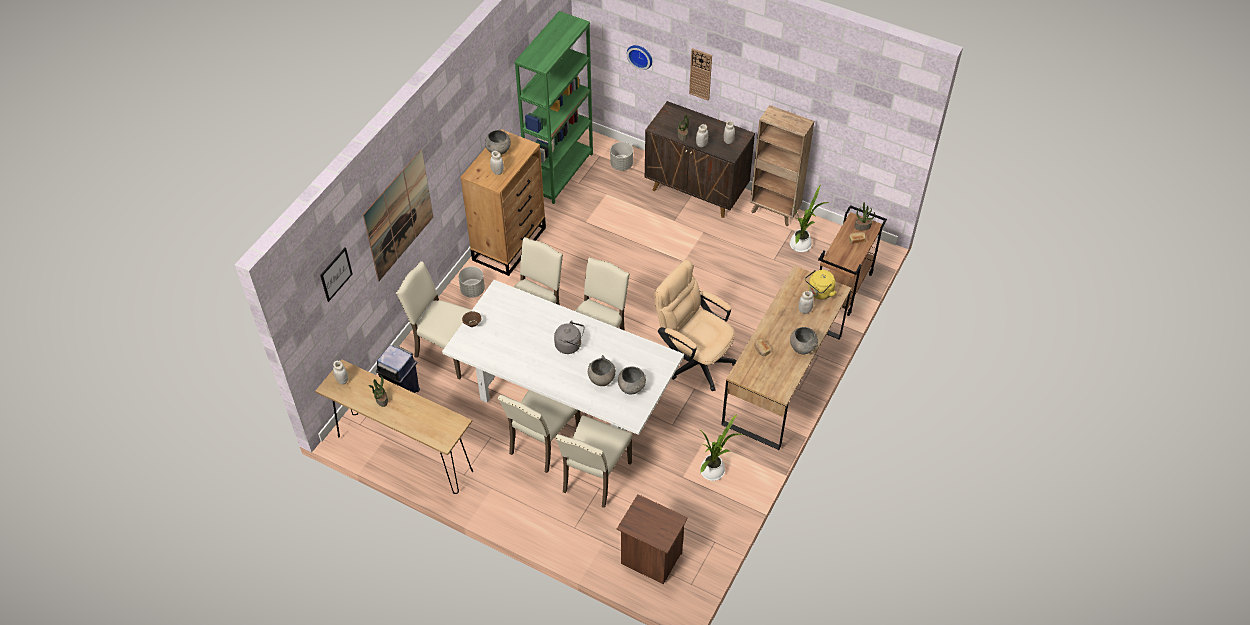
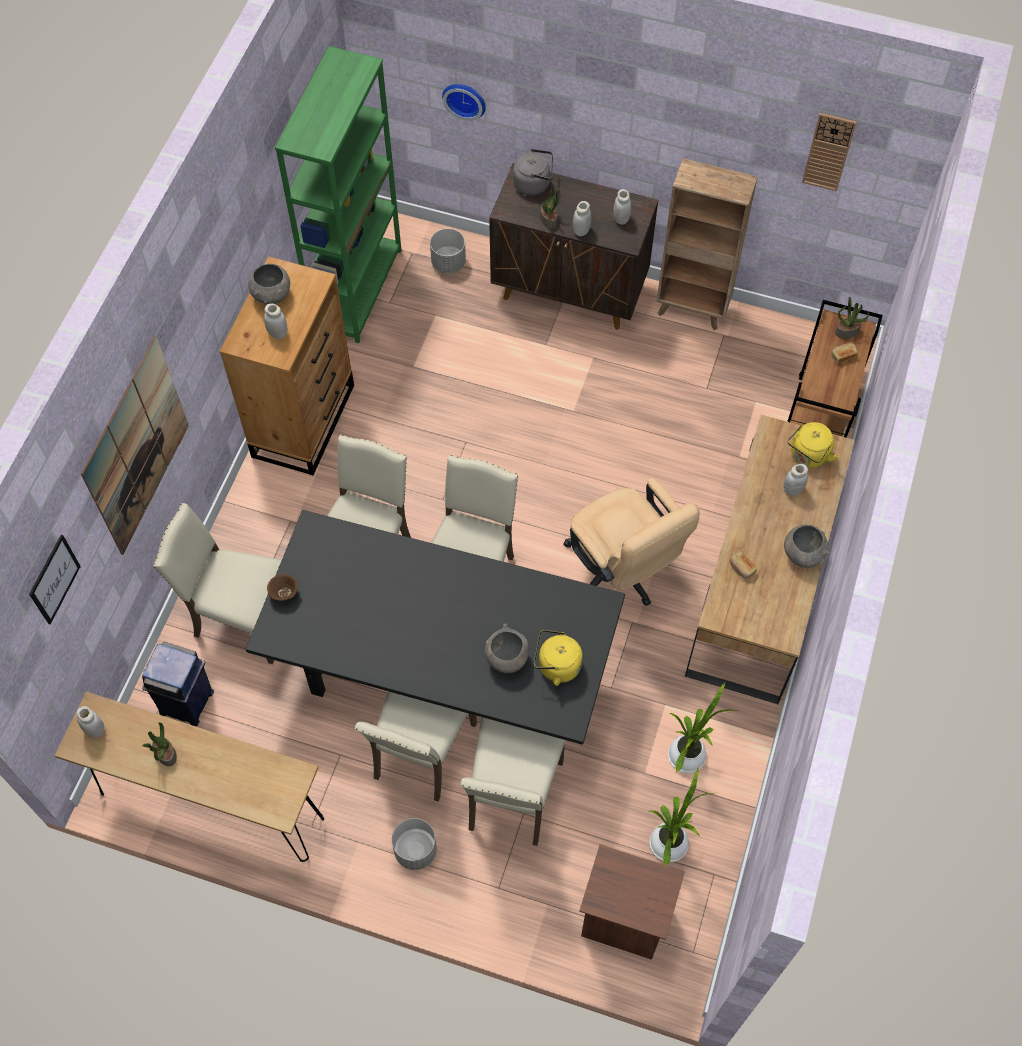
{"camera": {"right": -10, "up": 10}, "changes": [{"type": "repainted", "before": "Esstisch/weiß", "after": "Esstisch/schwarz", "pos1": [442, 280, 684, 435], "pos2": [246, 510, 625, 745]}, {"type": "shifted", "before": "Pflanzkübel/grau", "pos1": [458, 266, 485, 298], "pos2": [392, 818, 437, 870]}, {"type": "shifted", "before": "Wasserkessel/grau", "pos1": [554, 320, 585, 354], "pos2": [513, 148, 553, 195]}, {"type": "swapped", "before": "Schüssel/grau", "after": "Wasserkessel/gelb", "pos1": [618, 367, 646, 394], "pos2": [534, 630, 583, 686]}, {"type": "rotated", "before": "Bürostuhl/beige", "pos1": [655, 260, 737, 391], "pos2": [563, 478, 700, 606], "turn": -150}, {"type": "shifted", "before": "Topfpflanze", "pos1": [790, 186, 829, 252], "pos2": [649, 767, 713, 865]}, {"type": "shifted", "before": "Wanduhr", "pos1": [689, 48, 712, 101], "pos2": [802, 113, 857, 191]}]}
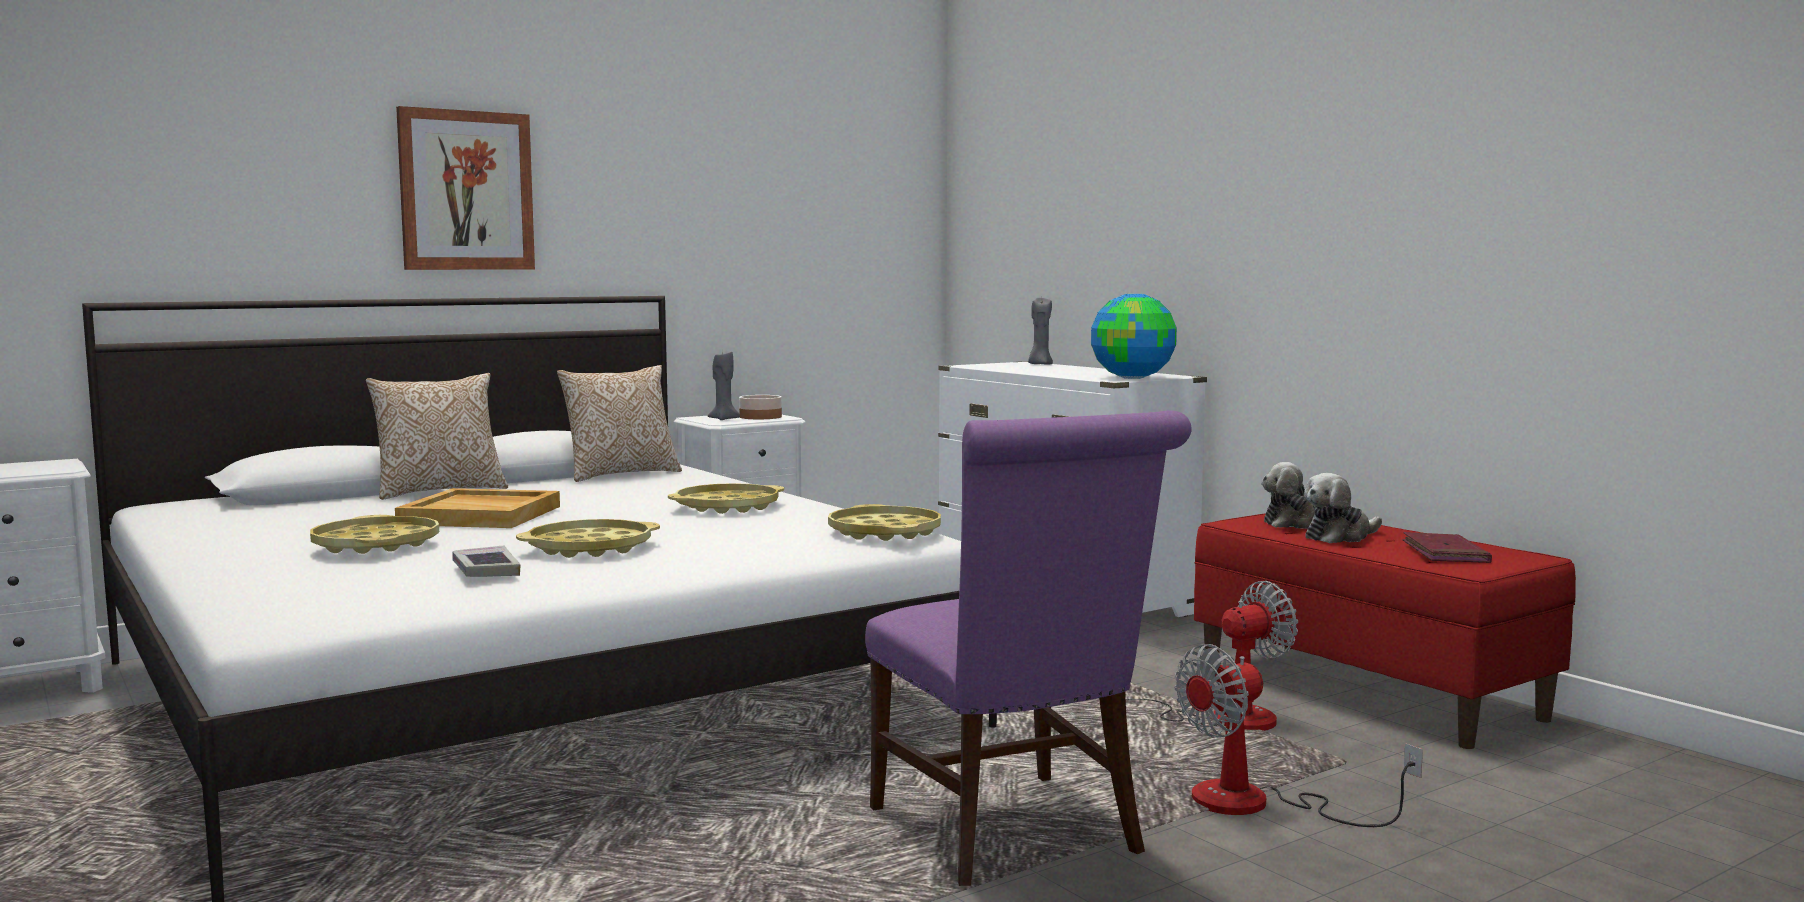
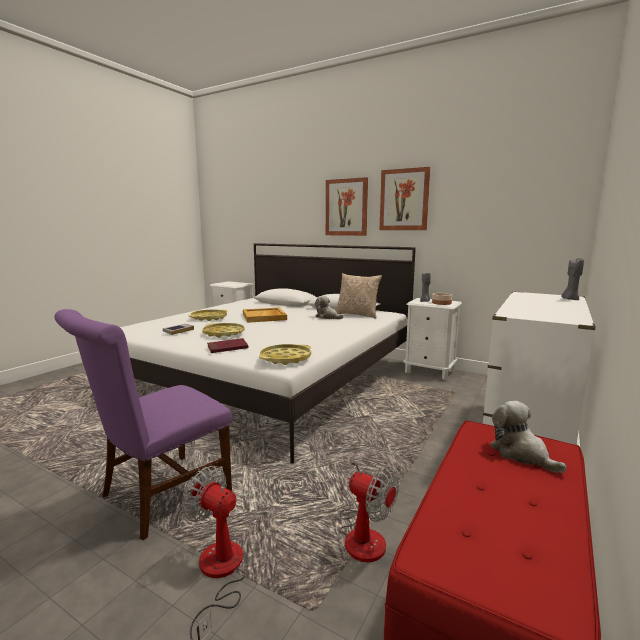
{"camera": {"right": 65, "up": 5}, "changes": [{"type": "shifted", "before": "Buch/rot", "pos1": [1403, 532, 1492, 563], "pos2": [207, 338, 249, 353]}, {"type": "shifted", "before": "Plüschtier", "pos1": [1304, 473, 1382, 543], "pos2": [315, 296, 344, 319]}, {"type": "new", "after": "Bild", "pos2": [380, 167, 430, 230]}, {"type": "gone", "before": "Kissen", "pos1": [366, 373, 508, 500]}, {"type": "gone", "before": "Tablett/gelb", "pos1": [668, 483, 784, 514]}, {"type": "gone", "before": "Globus", "pos1": [1091, 294, 1177, 379]}]}
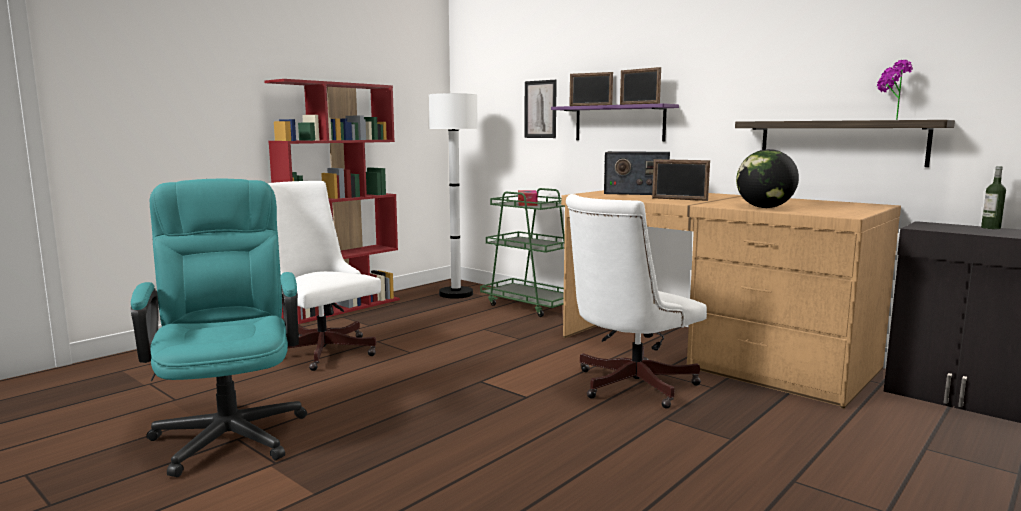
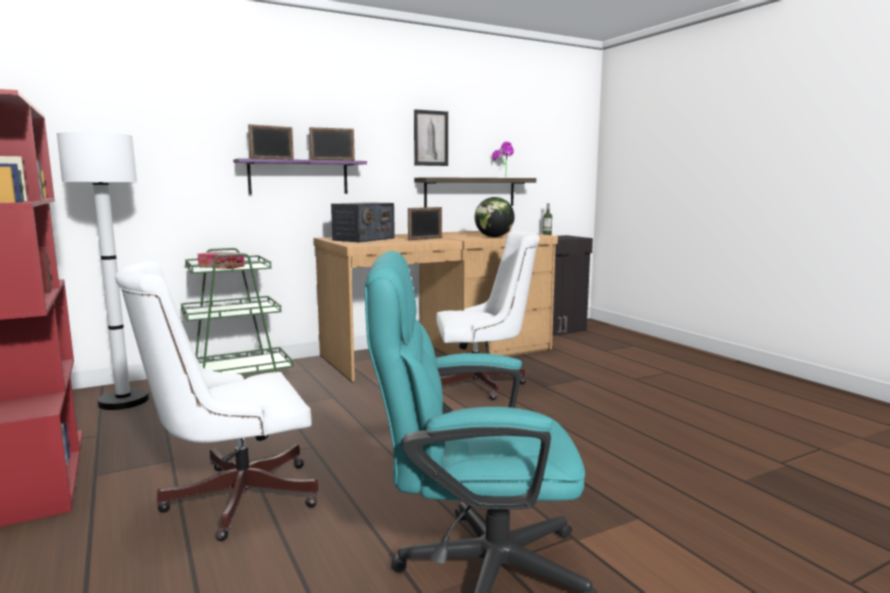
{"camera": {"right": -70, "up": 0}, "changes": [{"type": "shifted", "before": "Bild", "pos1": [524, 80, 557, 138], "pos2": [414, 109, 448, 166]}, {"type": "rotated", "before": "Bürostuhl/weiß", "pos1": [566, 194, 707, 409], "pos2": [436, 231, 540, 400], "turn": -75}]}
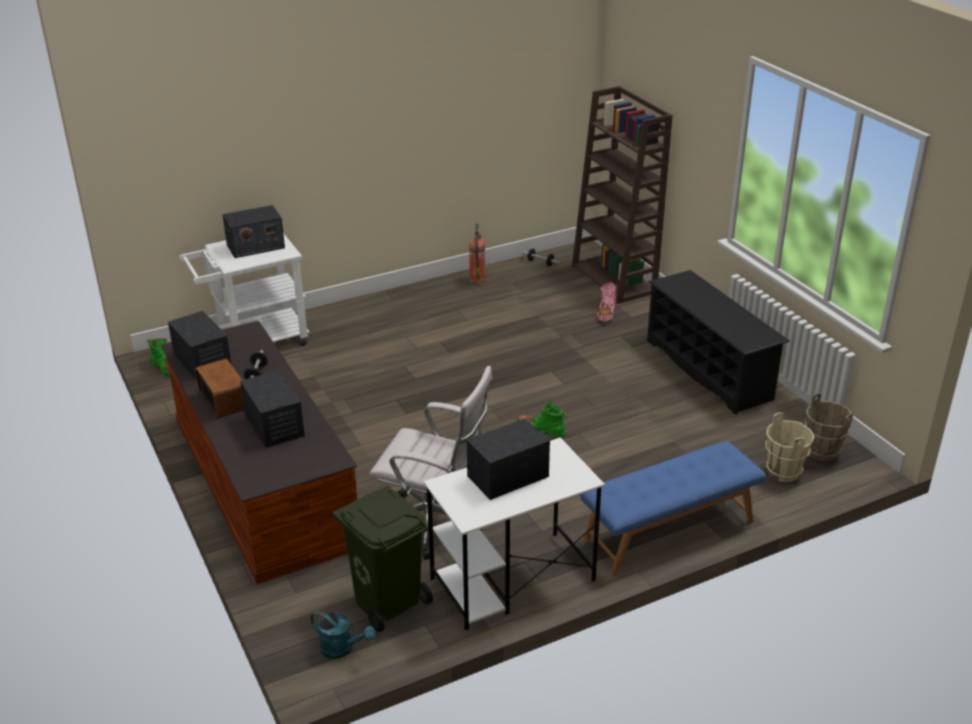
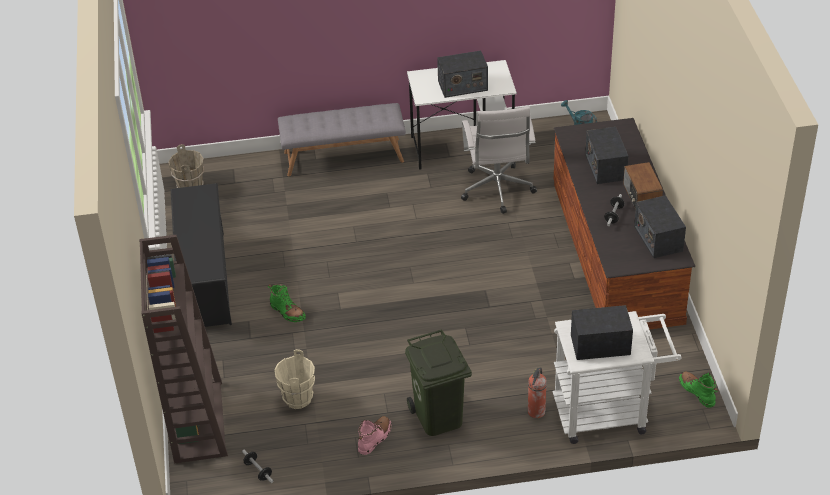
{"camera": {"right": -160, "up": 10}, "changes": [{"type": "shifted", "before": "Stiefel/grün", "pos1": [515, 401, 568, 438], "pos2": [267, 284, 306, 322]}, {"type": "shifted", "before": "Eimer/beige", "pos1": [766, 412, 814, 482], "pos2": [274, 349, 315, 409]}, {"type": "repainted", "before": "Bank/blau", "after": "Bank/grau", "pos1": [580, 441, 766, 575], "pos2": [278, 103, 406, 176]}, {"type": "shifted", "before": "Stiefel/rosa", "pos1": [596, 282, 617, 321], "pos2": [358, 416, 391, 455]}, {"type": "shifted", "before": "Mülleimer/grün", "pos1": [332, 486, 433, 632], "pos2": [405, 329, 472, 436]}, {"type": "rotated", "before": "Bürostuhl/weiß", "pos1": [369, 366, 492, 560], "pos2": [461, 107, 537, 214], "turn": -135}, {"type": "shifted", "before": "Feuerlöscher", "pos1": [469, 223, 485, 284], "pos2": [528, 367, 547, 418]}]}
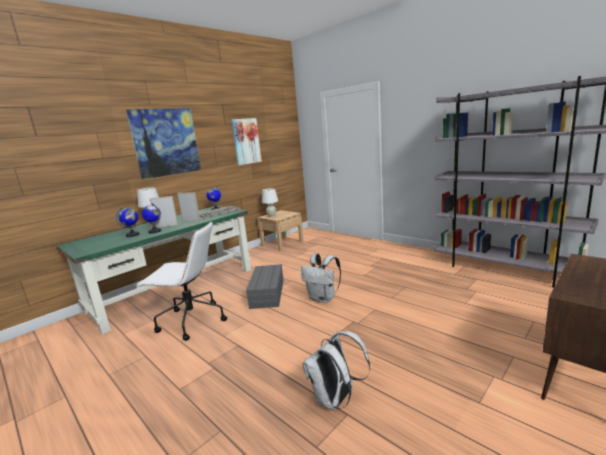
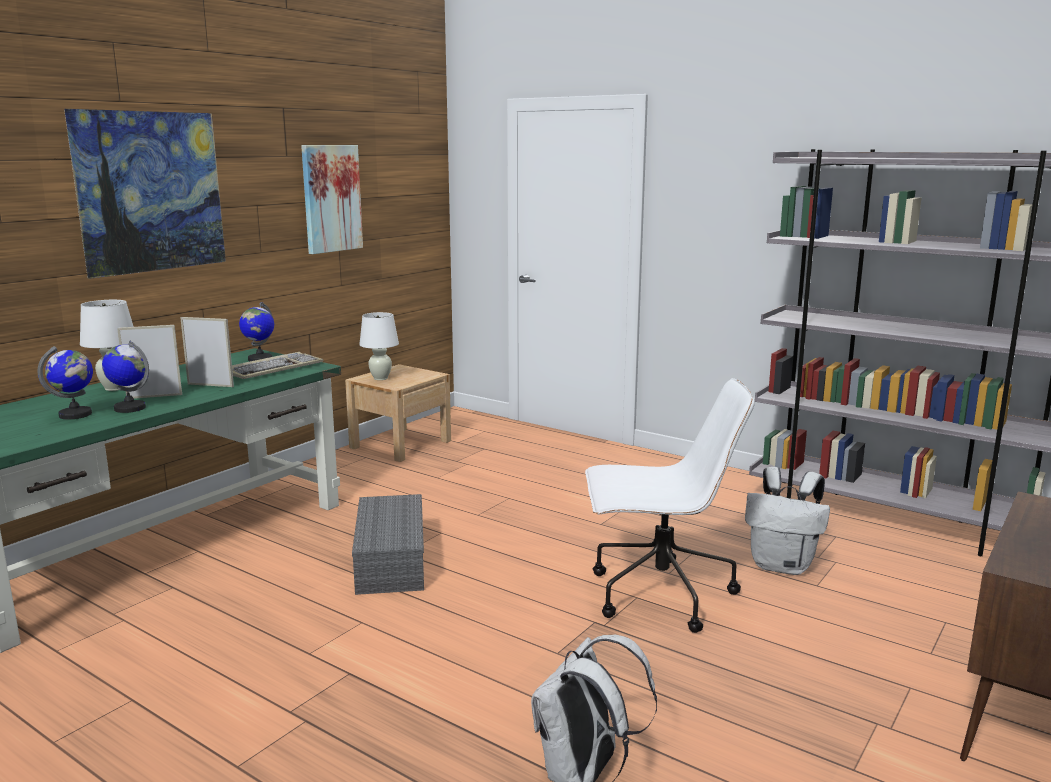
{"camera": {"right": -10, "up": 0}, "changes": [{"type": "shifted", "before": "Bürostuhl/weiß", "pos1": [136, 222, 227, 341], "pos2": [585, 378, 755, 633]}, {"type": "shifted", "before": "Rucksack/weiß", "pos1": [301, 253, 341, 303], "pos2": [745, 467, 830, 575]}]}
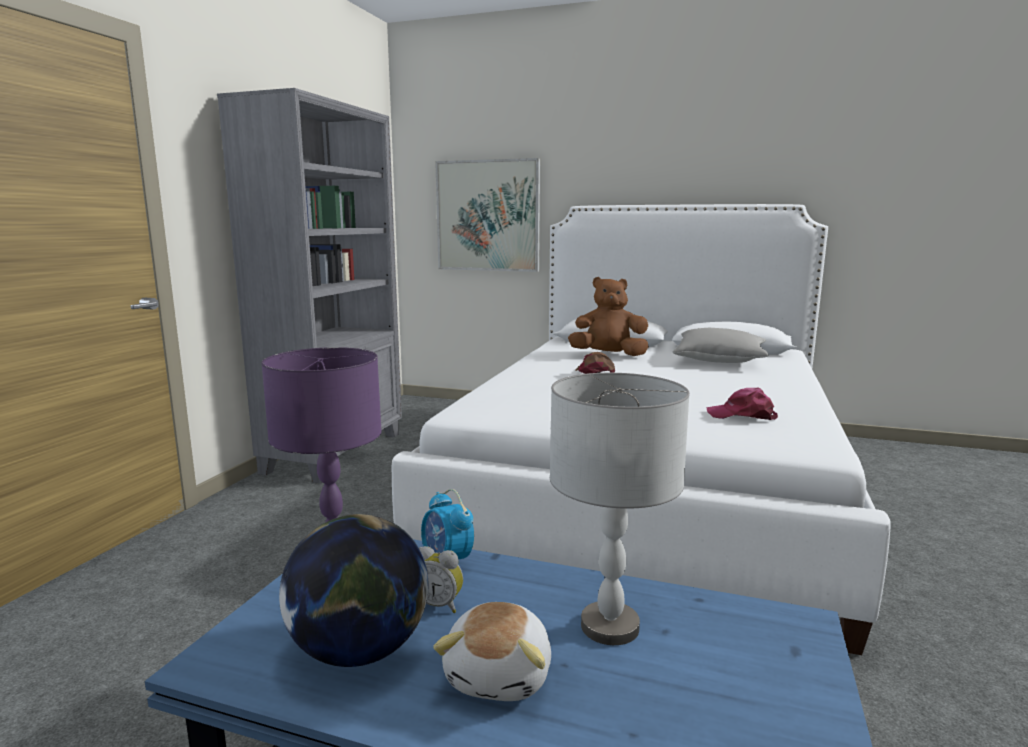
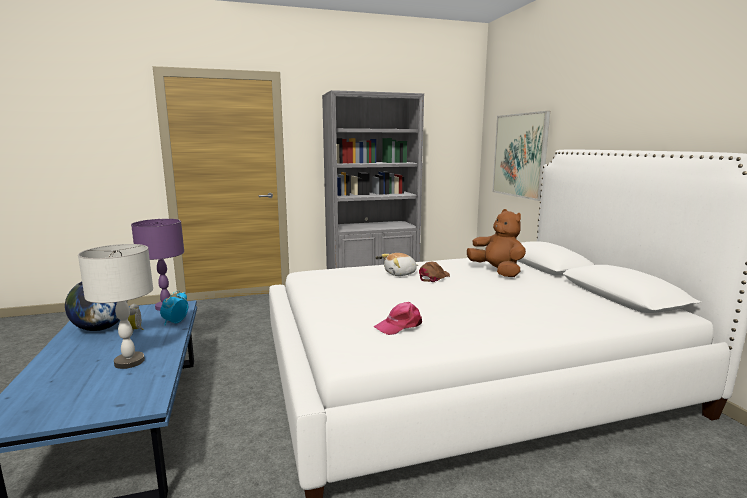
{"camera": {"right": 55, "up": 0}, "changes": [{"type": "rotated", "before": "Kappe/rosa", "pos1": [707, 387, 778, 420], "pos2": [373, 302, 422, 335], "turn": -105}, {"type": "shifted", "before": "Plüschtier", "pos1": [433, 602, 551, 701], "pos2": [381, 253, 418, 276]}, {"type": "gone", "before": "Kissen/grau", "pos1": [673, 328, 768, 363]}]}
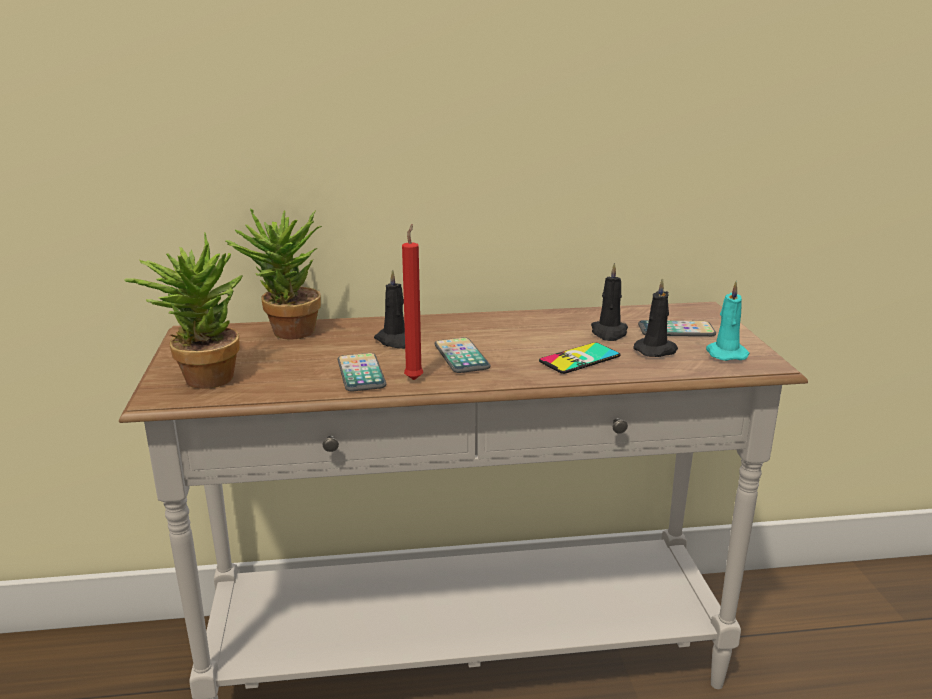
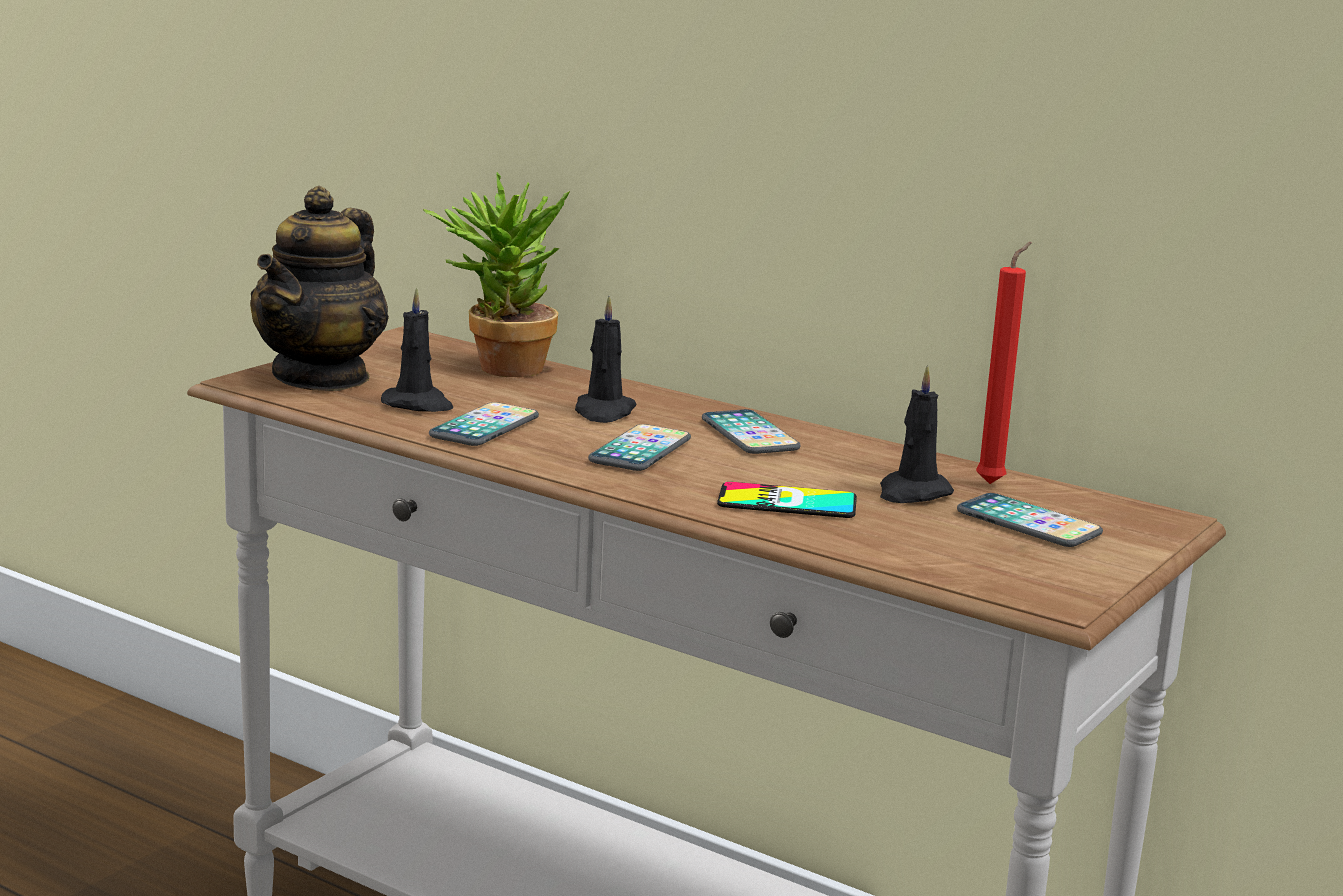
{"camera": {"right": 40, "up": -5}, "changes": [{"type": "swapped", "before": "Topfpflanze", "after": "Teekanne", "pos1": [124, 233, 243, 389], "pos2": [250, 186, 389, 391]}, {"type": "shifted", "before": "Kerze/schwarz", "pos1": [634, 278, 678, 357], "pos2": [381, 287, 453, 412]}, {"type": "new", "after": "Handy", "pos2": [702, 409, 801, 454]}, {"type": "shifted", "before": "Kerze/rot", "pos1": [402, 224, 423, 380], "pos2": [976, 242, 1032, 484]}, {"type": "gone", "before": "Kerze/türkis", "pos1": [706, 281, 749, 361]}]}
